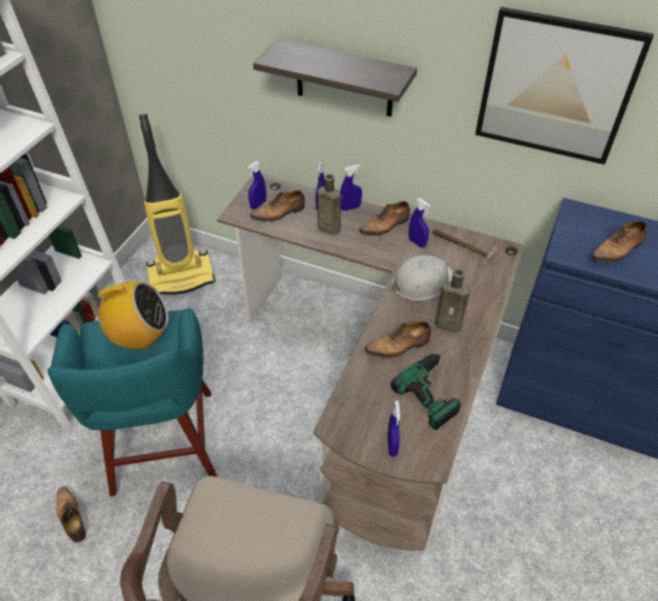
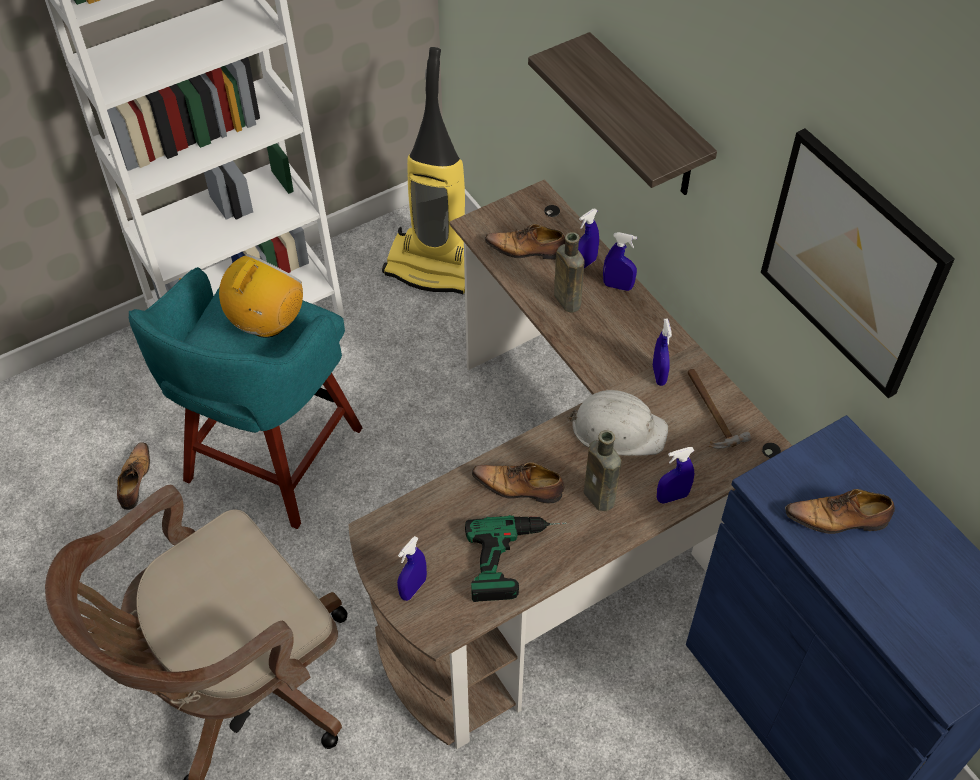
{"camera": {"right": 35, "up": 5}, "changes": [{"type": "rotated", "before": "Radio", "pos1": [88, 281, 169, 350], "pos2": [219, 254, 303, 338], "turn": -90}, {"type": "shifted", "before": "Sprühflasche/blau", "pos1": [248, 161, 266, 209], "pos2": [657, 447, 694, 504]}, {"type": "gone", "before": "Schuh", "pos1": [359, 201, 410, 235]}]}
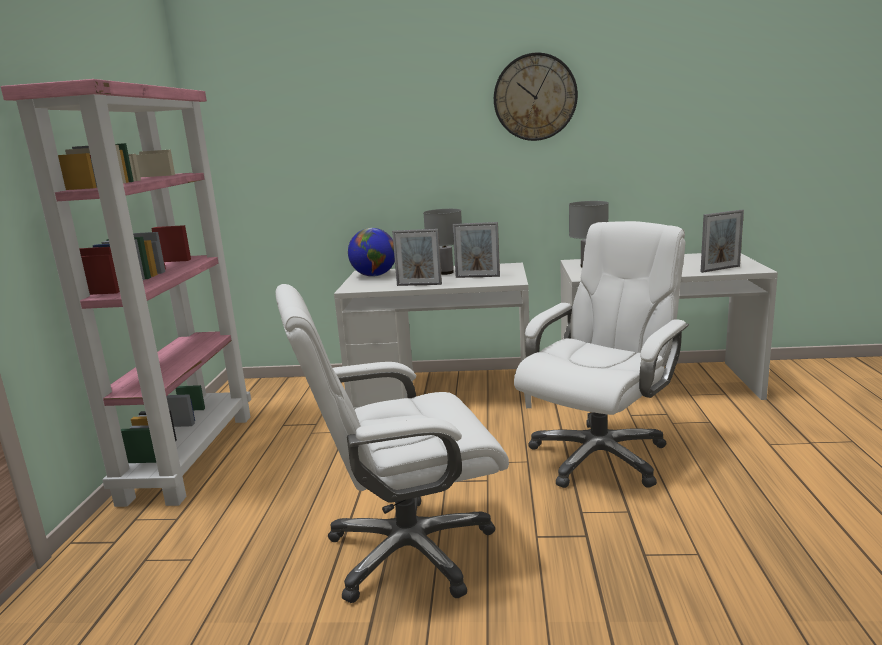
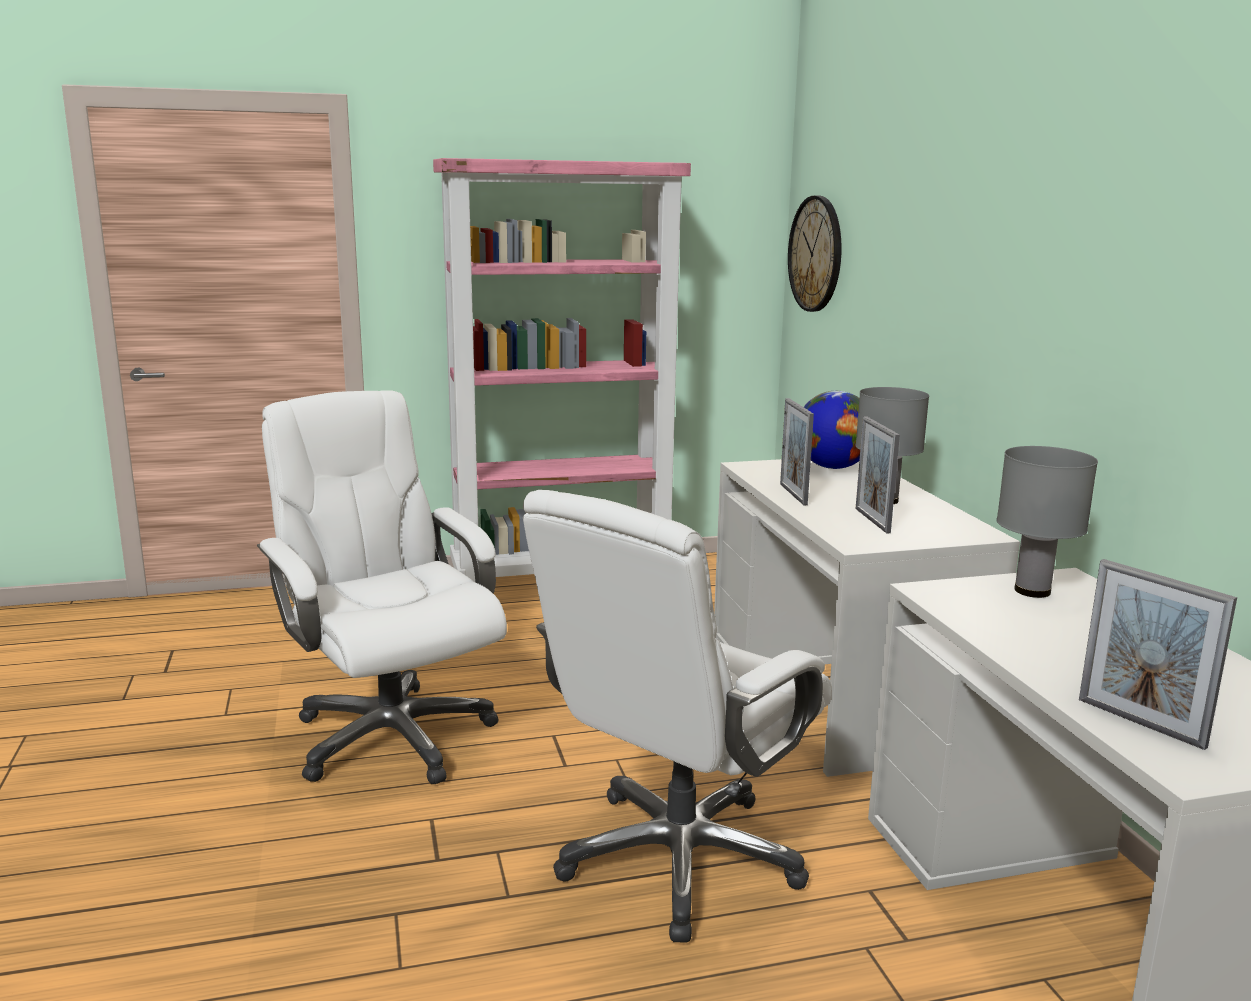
{"camera": {"right": 70, "up": 0}, "changes": [{"type": "rotated", "before": "Bürostuhl/weiß", "pos1": [514, 221, 689, 488], "pos2": [523, 490, 832, 943], "turn": 105}, {"type": "shifted", "before": "Wanduhr", "pos1": [494, 53, 578, 141], "pos2": [788, 196, 842, 312]}]}
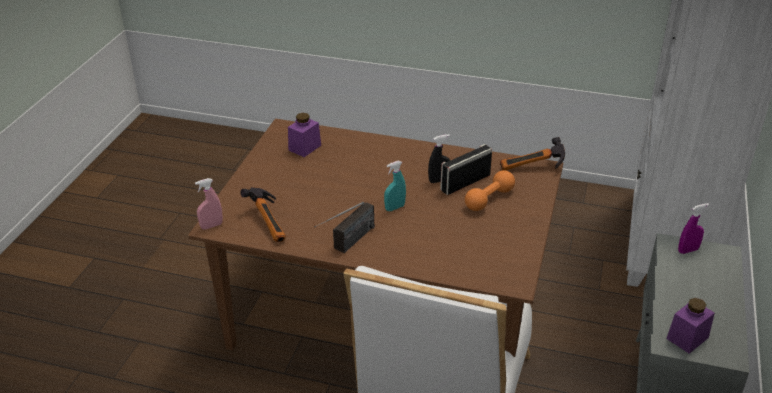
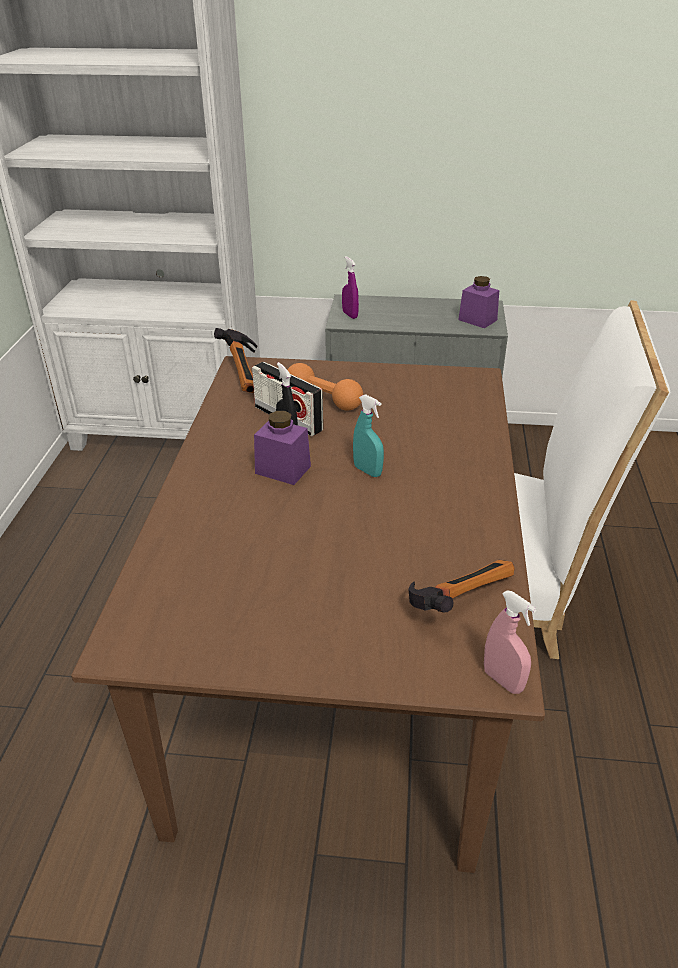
{"camera": {"right": -100, "up": 0}, "changes": [{"type": "shifted", "before": "Vorratsglas/lila", "pos1": [288, 113, 321, 157], "pos2": [254, 411, 311, 485]}, {"type": "gone", "before": "Radio", "pos1": [315, 202, 375, 253]}]}
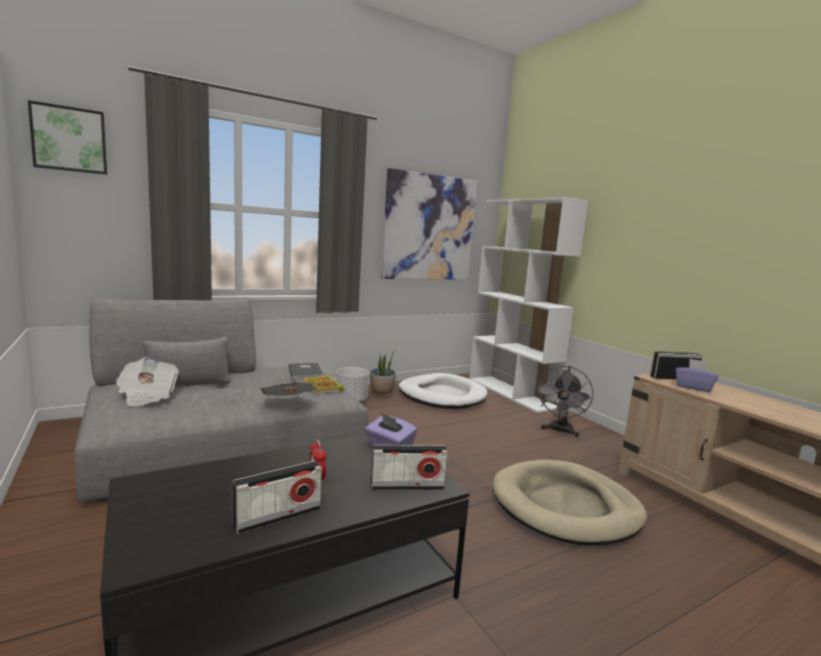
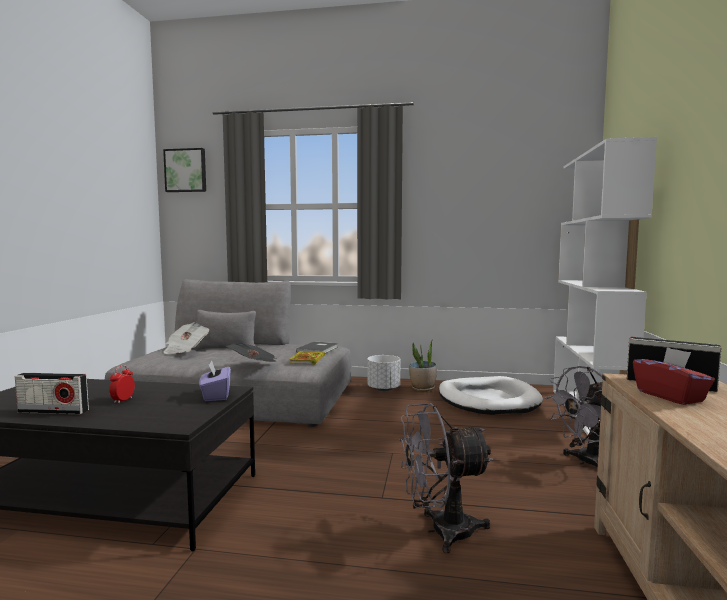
{"camera": {"right": 40, "up": -5}, "changes": [{"type": "swapped", "before": "Hundebett/beige", "after": "Ventilator/grau", "pos1": [493, 460, 647, 546], "pos2": [399, 403, 493, 554]}, {"type": "repainted", "before": "Taschentuchbox/lila", "after": "Taschentuchbox/rot", "pos1": [676, 359, 718, 392], "pos2": [633, 347, 715, 405]}, {"type": "gone", "before": "Radio", "pos1": [371, 445, 448, 490]}, {"type": "gone", "before": "Bild", "pos1": [381, 168, 477, 280]}]}
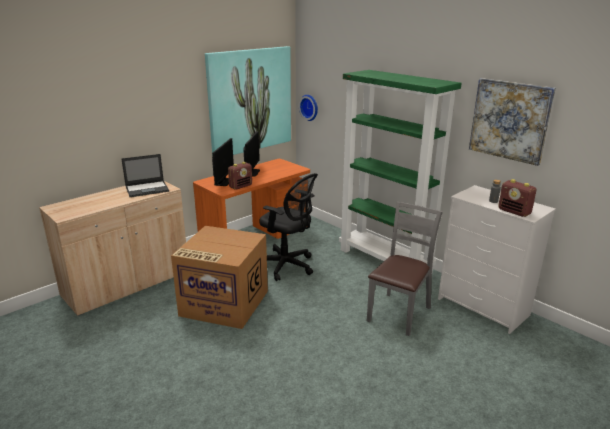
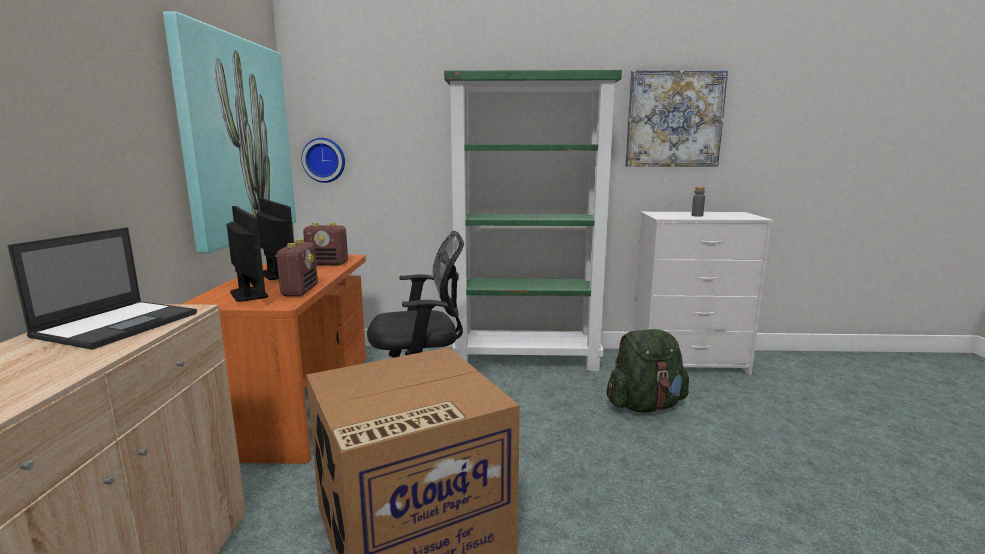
{"camera": {"right": -45, "up": -10}, "changes": [{"type": "shifted", "before": "Radio", "pos1": [498, 179, 536, 217], "pos2": [303, 222, 348, 265]}, {"type": "swapped", "before": "Stuhl/grau", "after": "Rucksack/grün", "pos1": [367, 202, 443, 336], "pos2": [606, 329, 689, 413]}]}
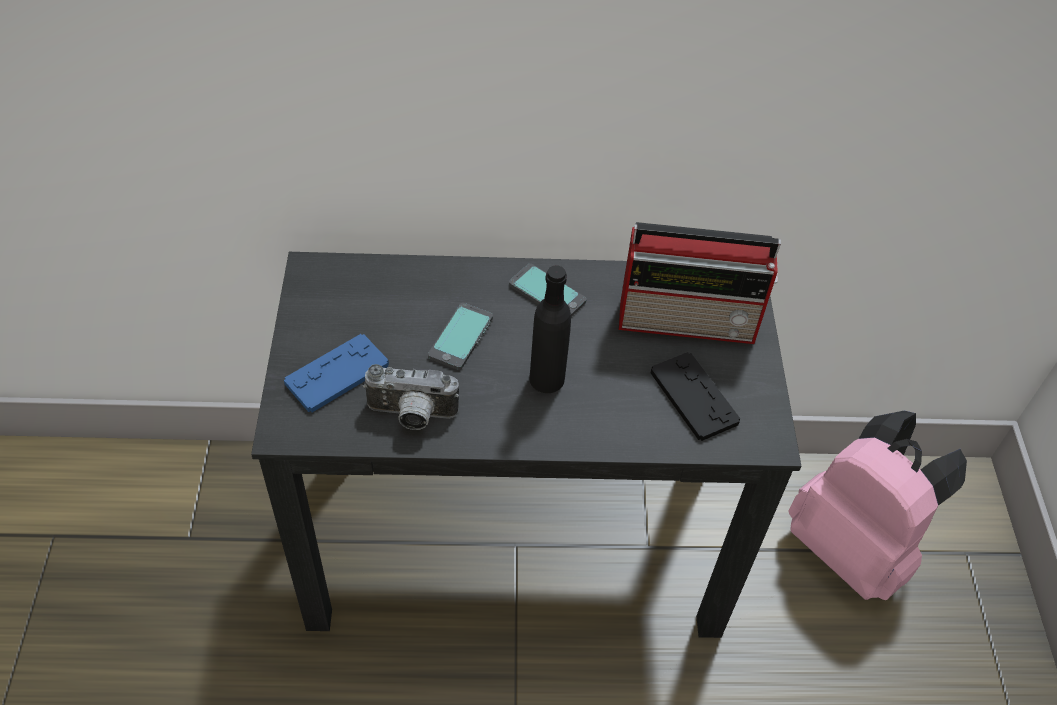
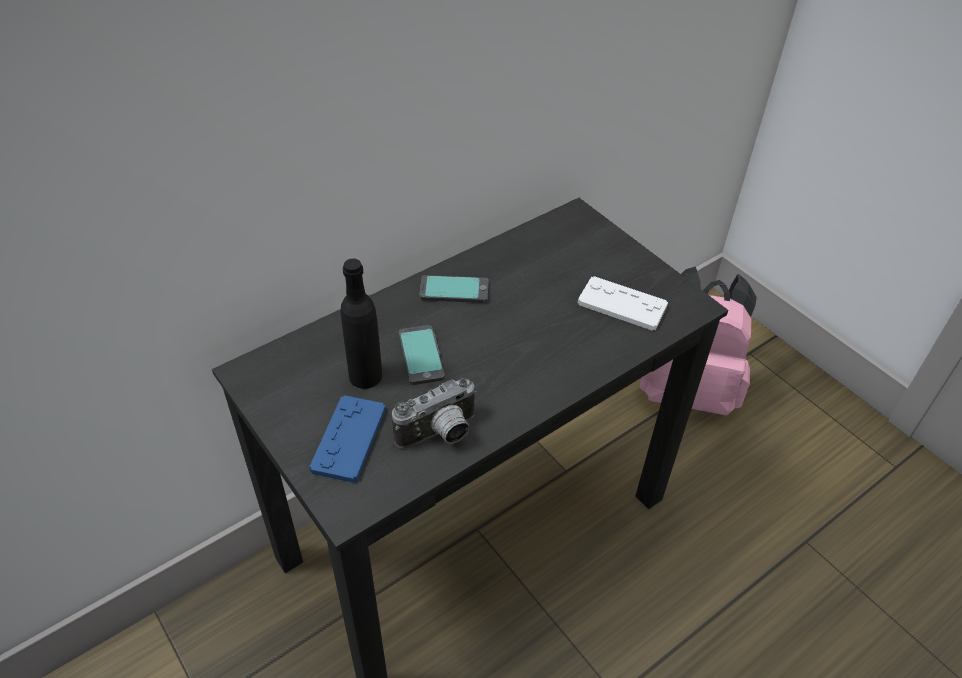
{"camera": {"right": -35, "up": -5}, "changes": [{"type": "shifted", "before": "Flasche/schwarz", "pos1": [529, 265, 571, 393], "pos2": [341, 259, 382, 389]}, {"type": "repainted", "before": "Gamepad/schwarz", "after": "Gamepad/weiß", "pos1": [650, 352, 740, 441], "pos2": [578, 276, 668, 331]}, {"type": "gone", "before": "Radio", "pos1": [619, 222, 781, 344]}]}
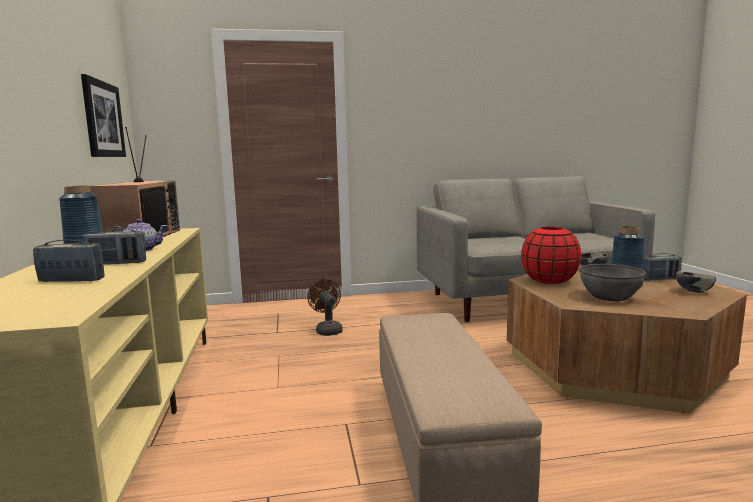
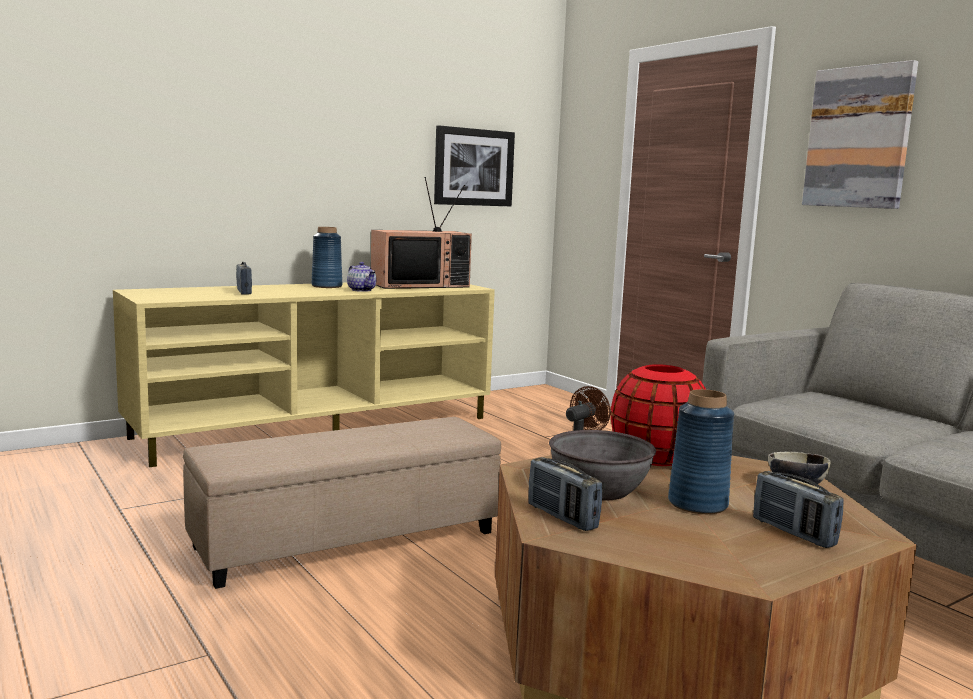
{"camera": {"right": 65, "up": 0}, "changes": [{"type": "shifted", "before": "Radio", "pos1": [82, 228, 146, 264], "pos2": [528, 457, 602, 531]}, {"type": "new", "after": "Bild", "pos2": [802, 60, 918, 209]}, {"type": "gone", "before": "Schüssel", "pos1": [676, 272, 716, 293]}]}
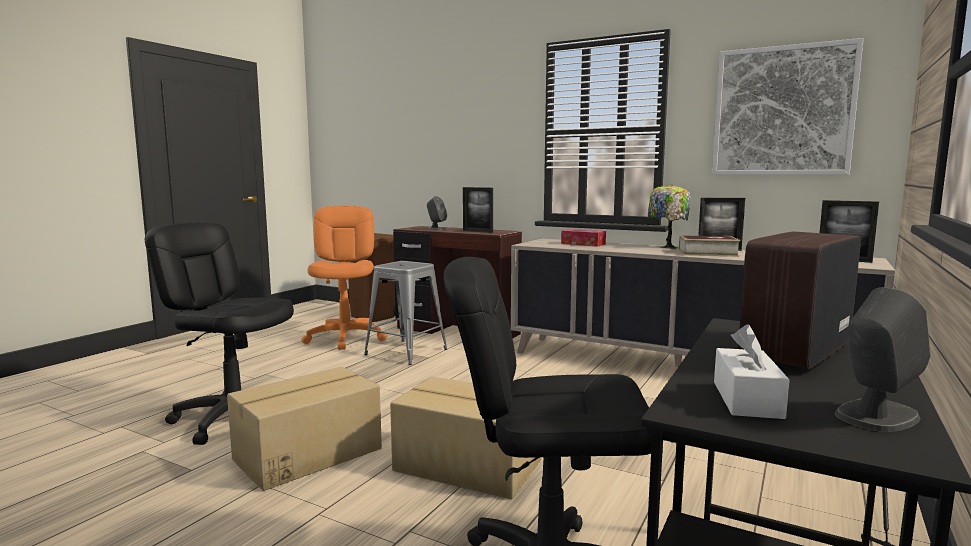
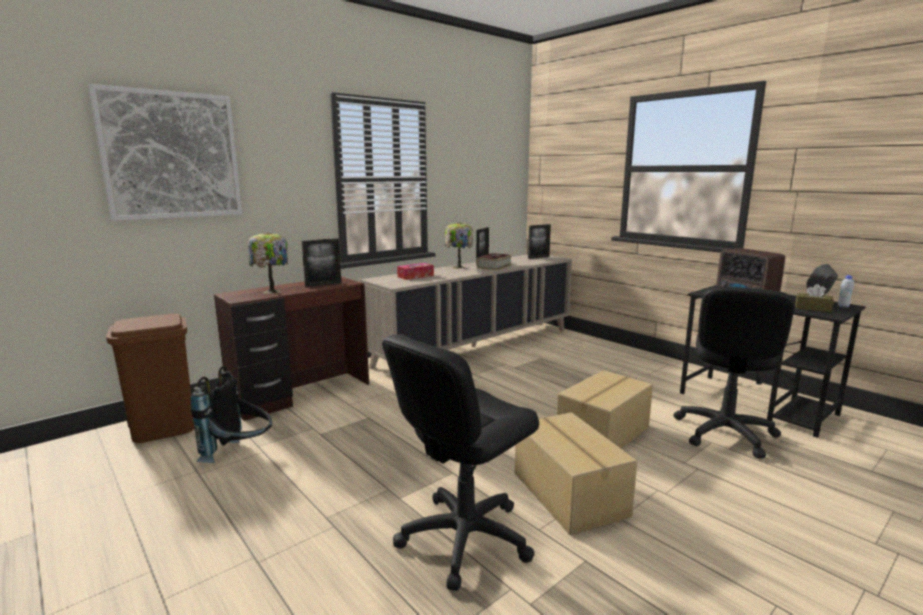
{"camera": {"right": -70, "up": 5}, "changes": [{"type": "shifted", "before": "Bild", "pos1": [712, 38, 864, 175], "pos2": [88, 84, 242, 221]}, {"type": "swapped", "before": "Bürostuhl/orange", "after": "Rucksack/schwarz", "pos1": [302, 206, 387, 350], "pos2": [191, 366, 272, 463]}, {"type": "swapped", "before": "Lautsprecher/grau", "after": "Tischlampe", "pos1": [427, 196, 447, 230], "pos2": [248, 232, 288, 294]}, {"type": "repainted", "before": "Taschentuchbox/weiß", "after": "Taschentuchbox/braun", "pos1": [714, 324, 790, 419], "pos2": [795, 284, 834, 312]}, {"type": "new", "after": "Flasche/weiß", "pos2": [838, 275, 854, 308]}, {"type": "gone", "before": "Hocker/grau", "pos1": [364, 261, 447, 365]}]}
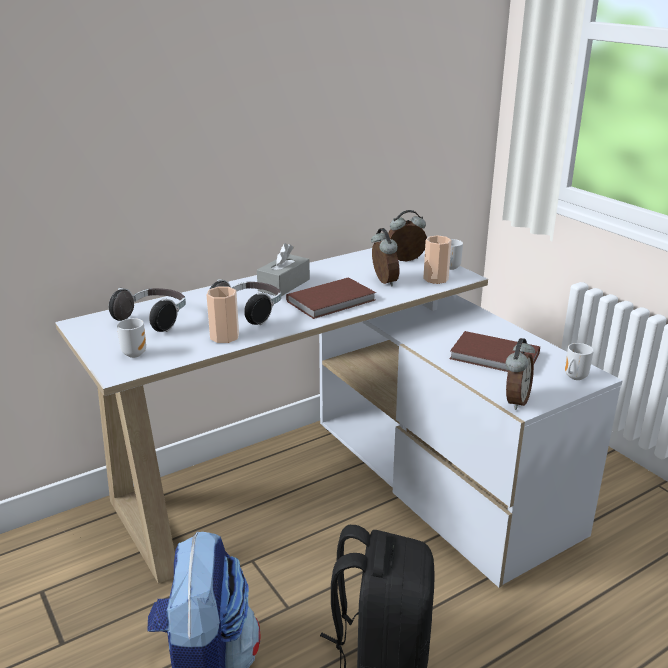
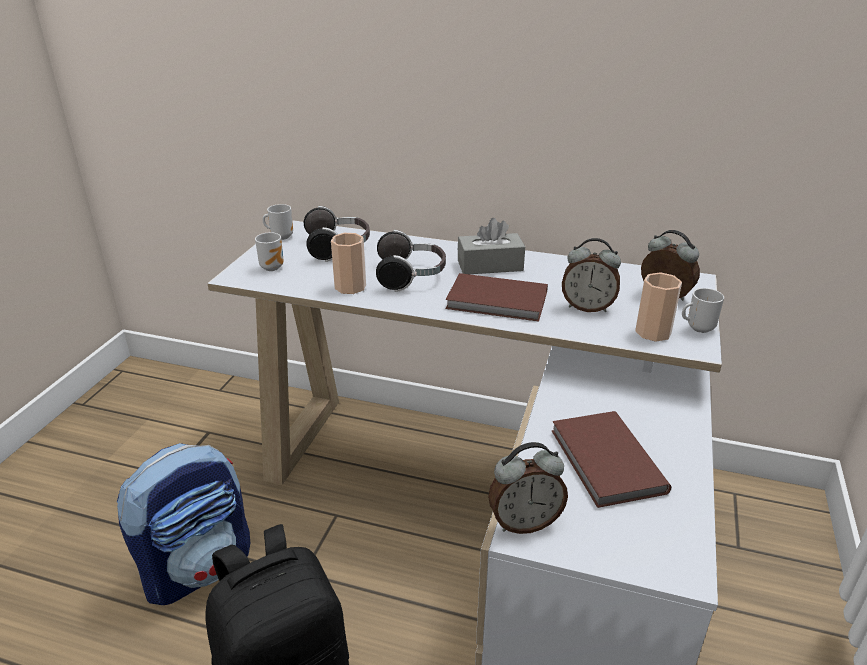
{"camera": {"right": 50, "up": 5}, "changes": [{"type": "shifted", "before": "Henkelbecher", "pos1": [565, 343, 594, 380], "pos2": [262, 204, 293, 240]}, {"type": "rotated", "before": "Wecker", "pos1": [371, 228, 399, 287], "pos2": [562, 238, 621, 312], "turn": 75}]}
